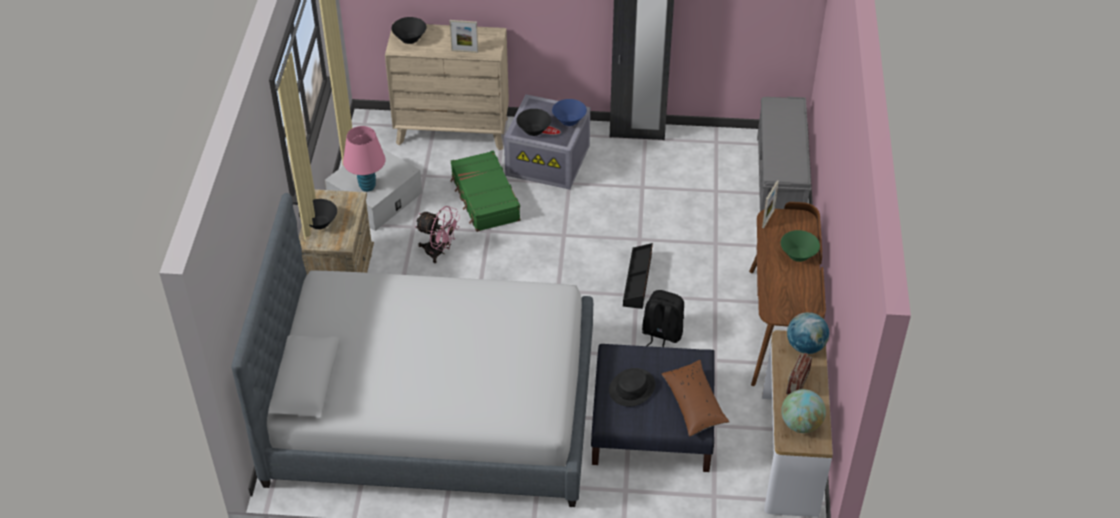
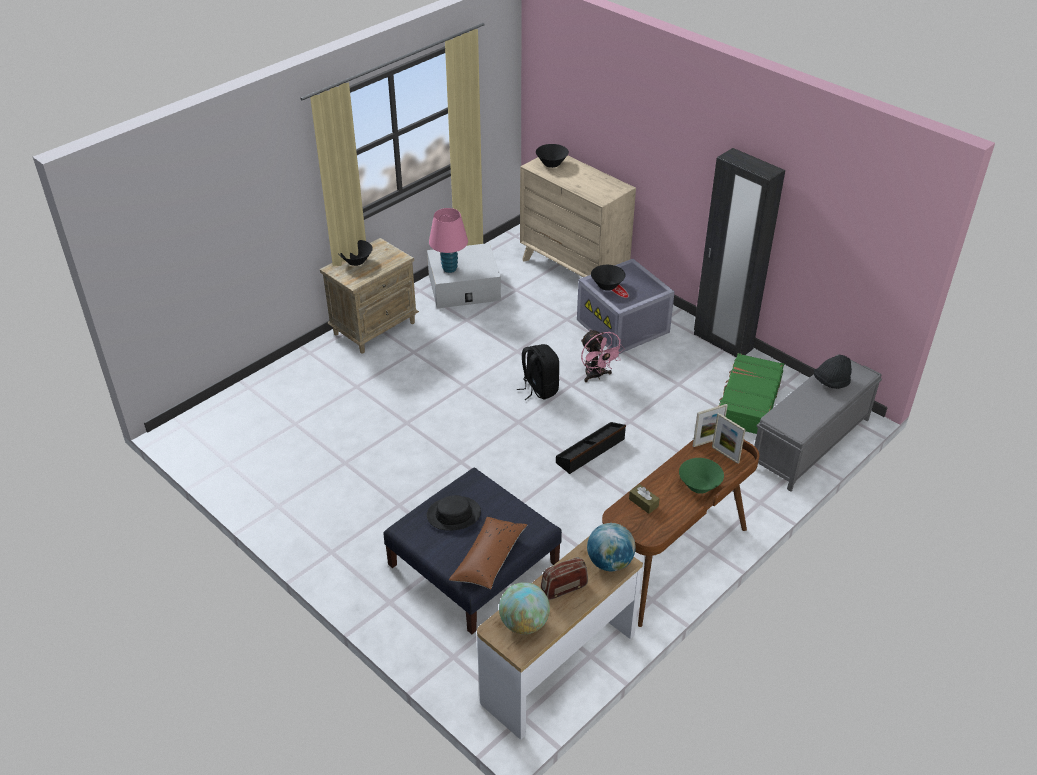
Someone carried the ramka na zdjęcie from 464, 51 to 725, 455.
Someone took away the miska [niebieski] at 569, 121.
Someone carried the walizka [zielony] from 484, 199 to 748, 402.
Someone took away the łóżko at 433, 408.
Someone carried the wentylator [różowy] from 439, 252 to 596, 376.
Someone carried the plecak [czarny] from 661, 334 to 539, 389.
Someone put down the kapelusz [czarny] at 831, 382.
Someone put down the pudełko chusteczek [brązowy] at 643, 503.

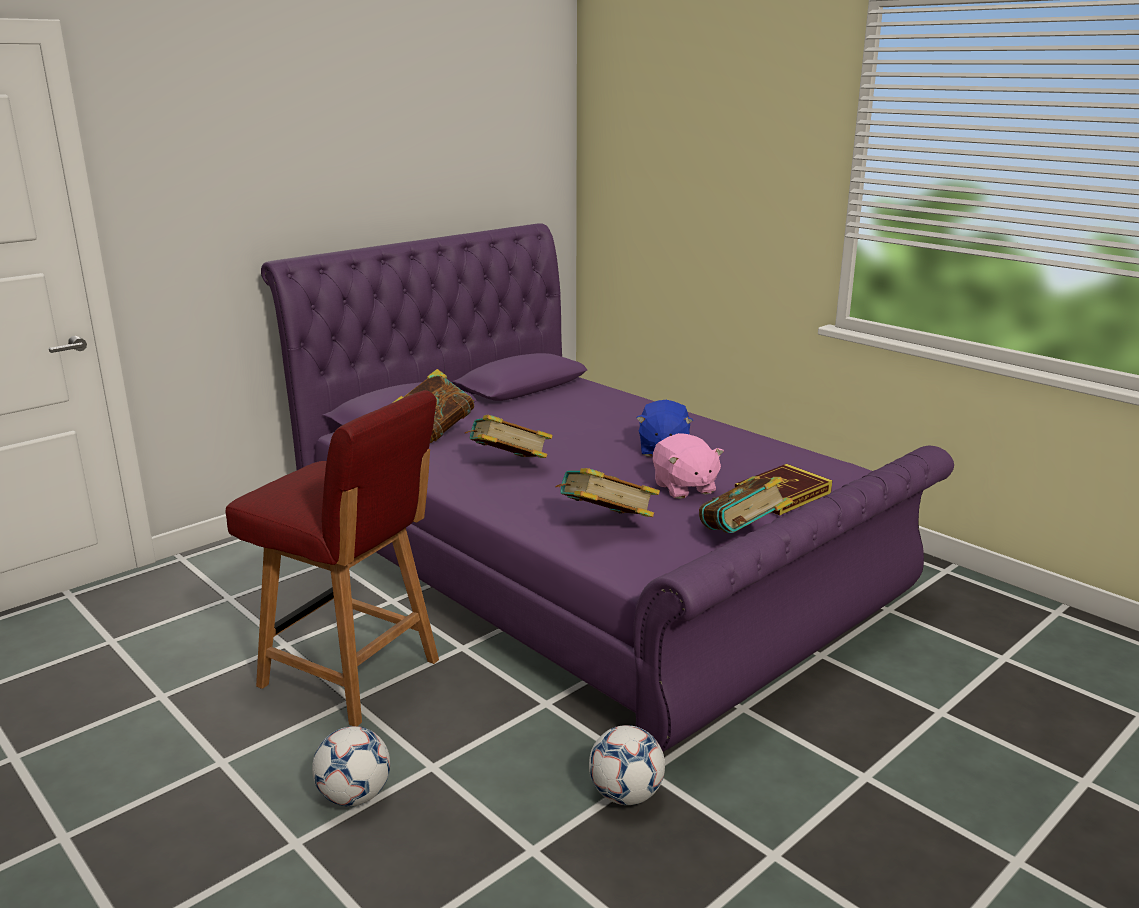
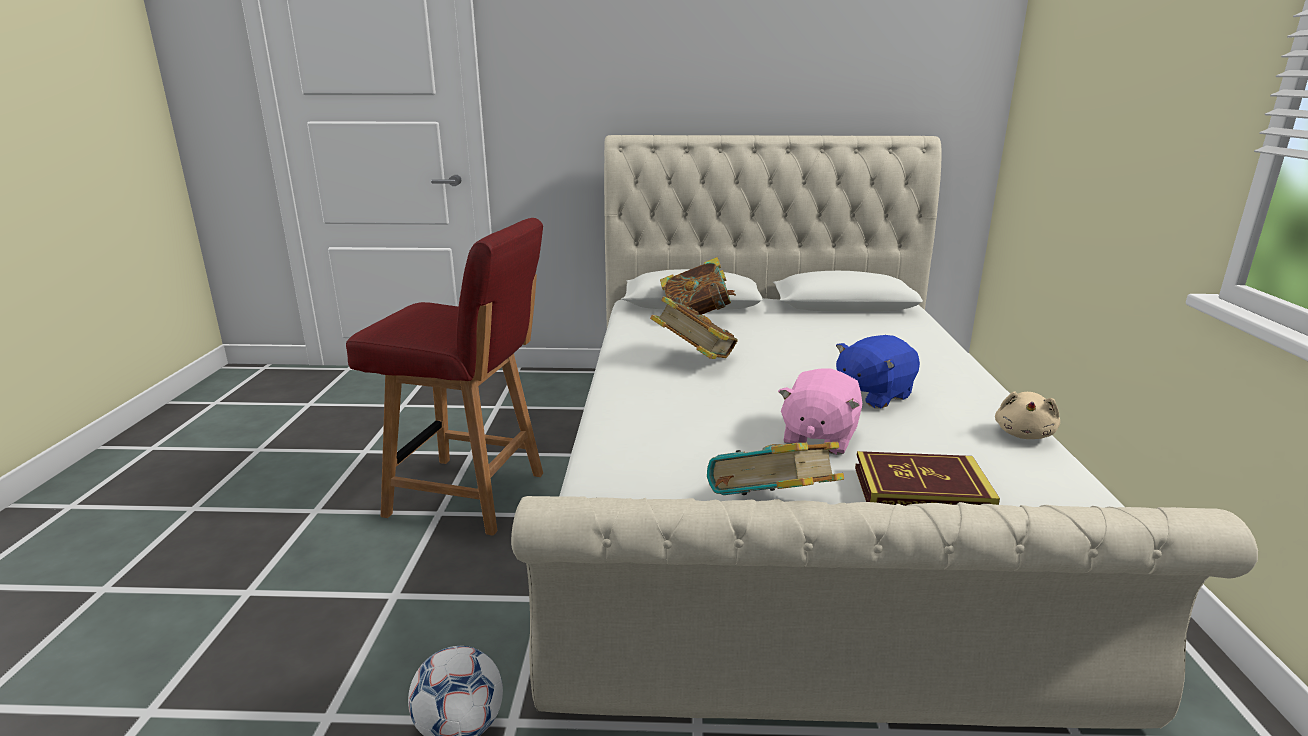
Someone repainted the łóżko [fioletowy] at 587, 558, which became the łóżko [beżowy] at 784, 492.
Someone rotated the krzesło [czerwony] at 353, 674 by 60 degrees counterclockwise.
Someone took away the książka at 605, 524.
Someone took away the piłka futbolowa at 354, 796.
Someone put down the pluszak [beżowy] at 1024, 434.

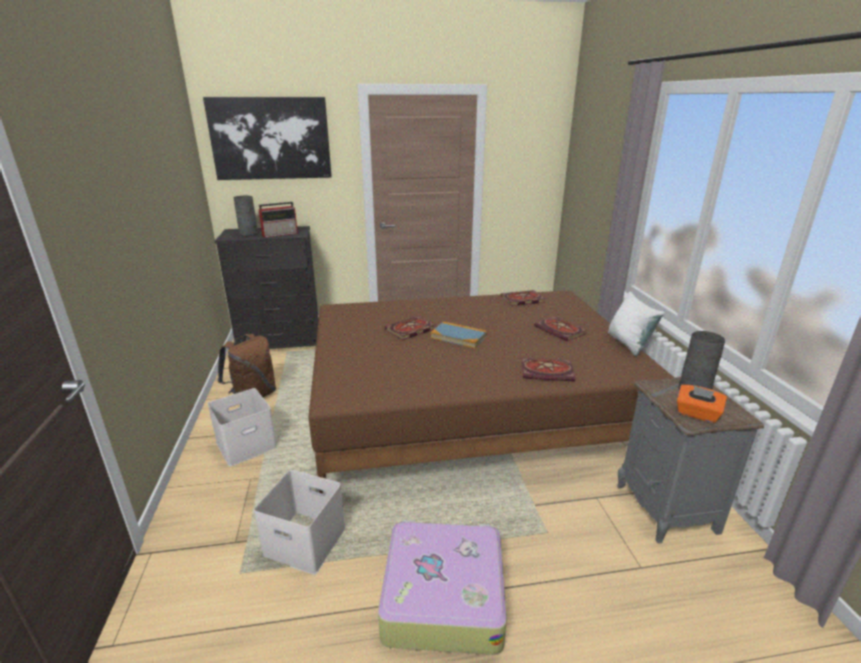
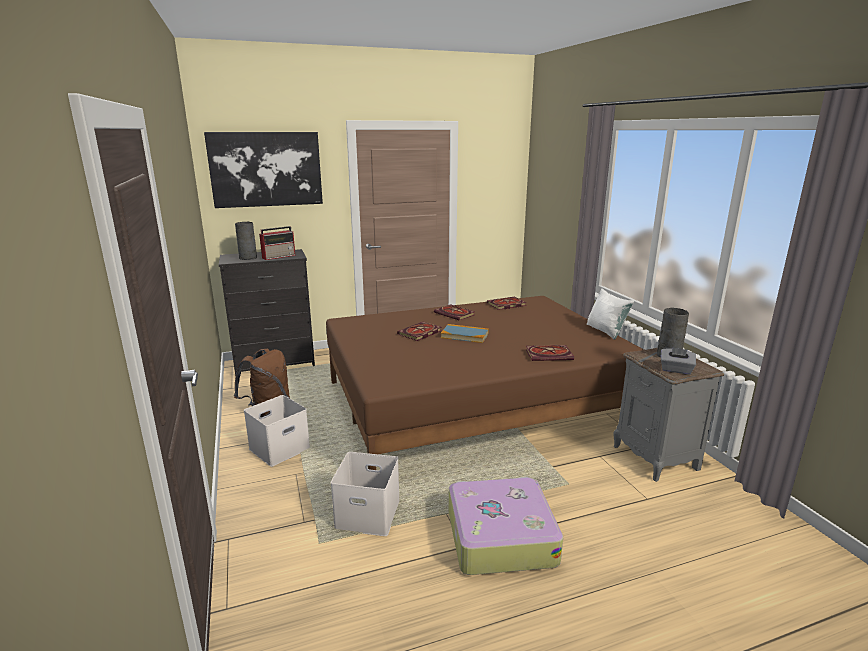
Someone carried the książka from 561, 330 to 455, 314.
Someone repainted the pudełko chusteczek [pomarańczowy] at 697, 414, which became the pudełko chusteczek [szary] at 676, 370.

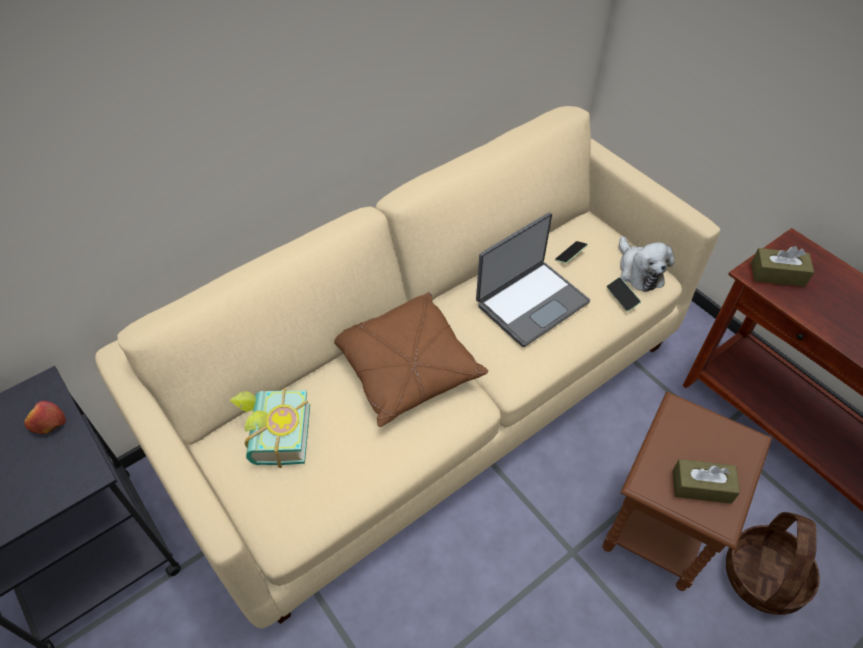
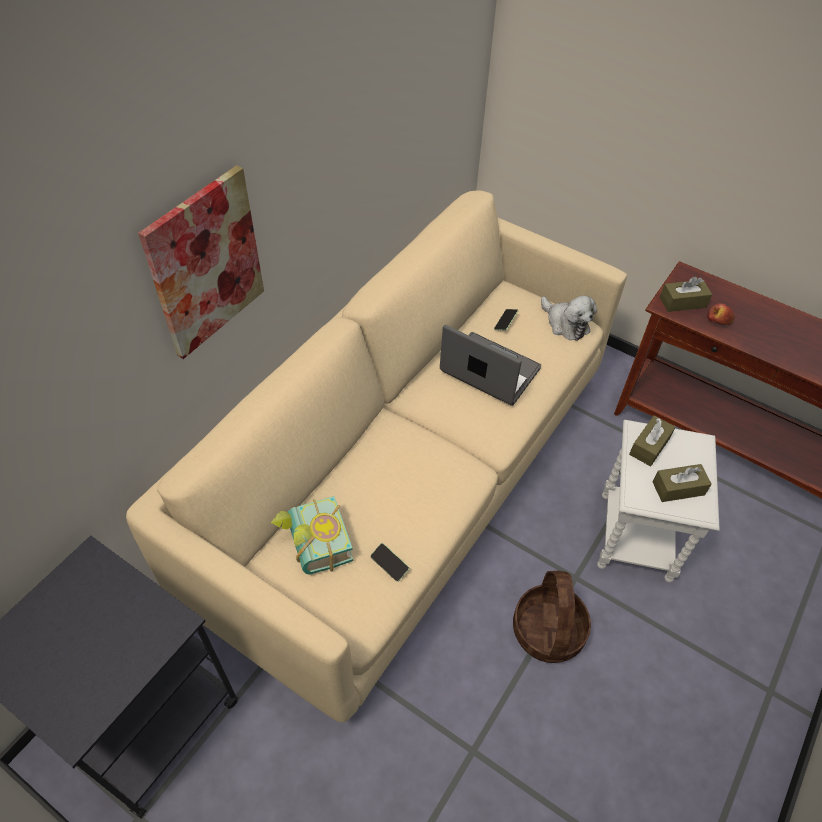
Someone rotated the laptop at 531, 302 by 90 degrees counterclockwise.
Someone carried the telefon from 622, 297 to 389, 565.
Someone took away the poduszka [brązowy] at 406, 367.
Someone repainted the stolik [brązowy] at 662, 526, which became the stolik [biały] at 638, 535.
Someone carried the jabłko from 47, 422 to 718, 320.
Someone carried the koszyk from 764, 577 to 548, 631.
Someone put up the obraz at 205, 264.
Someone put down the pudełko chusteczek [brązowy] at 649, 446.

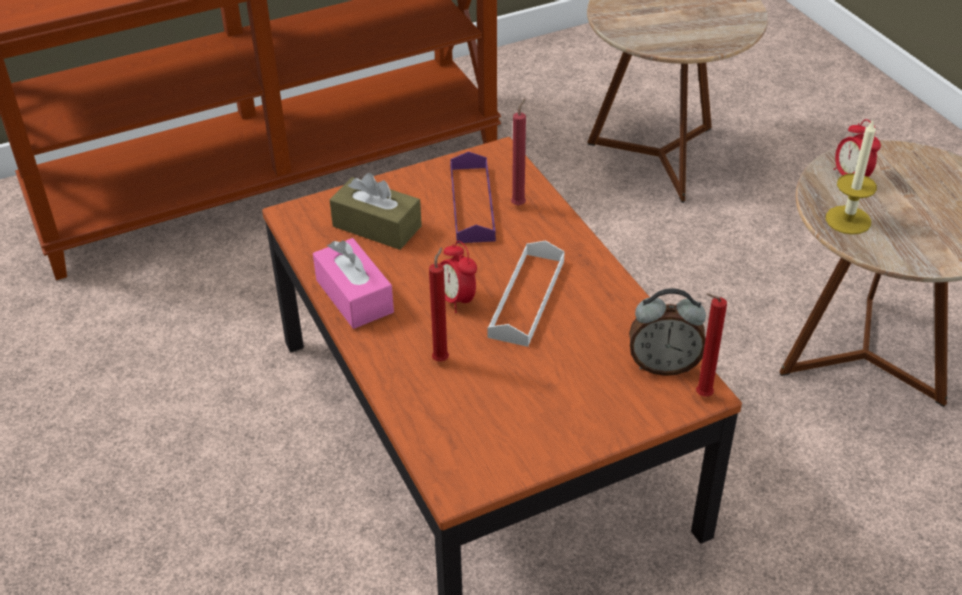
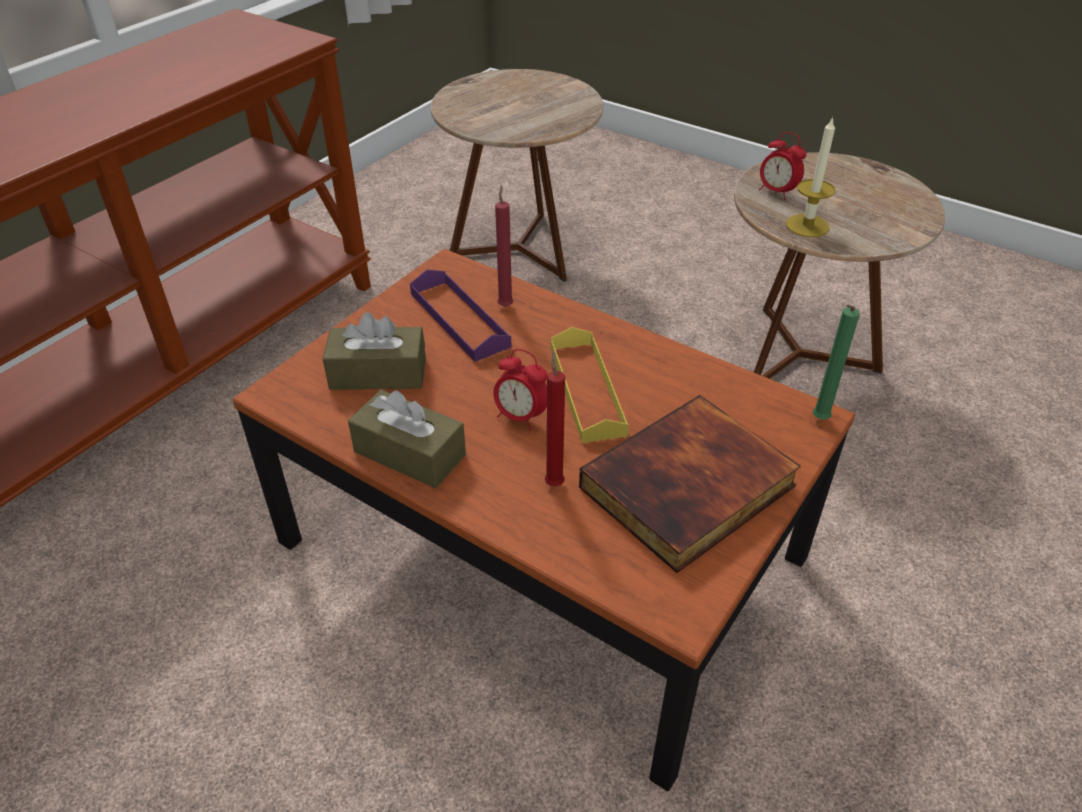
Someone repainted the pudełko chusteczek [różowy] at 354, 296, which became the pudełko chusteczek [brązowy] at 409, 453.
Someone repainted the taca [biały] at 527, 298, which became the taca [żółty] at 587, 390.
Someone took away the budzik at 663, 365.
Someone repainted the świeca [czerwony] at 701, 396, which became the świeca [zielony] at 818, 420.
Someone put down the książka at 689, 489.

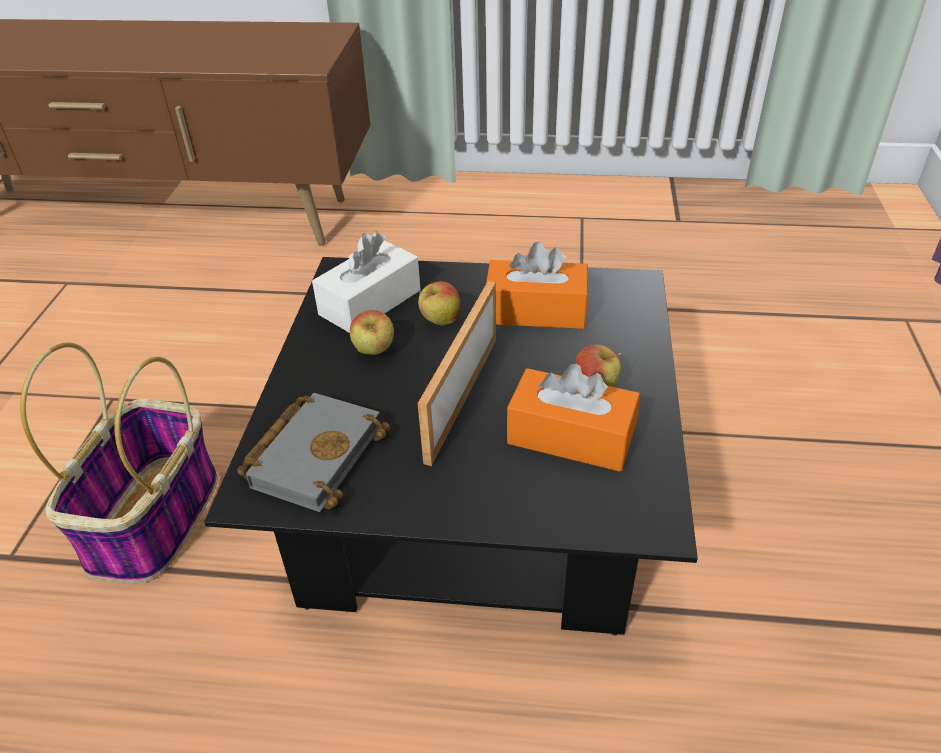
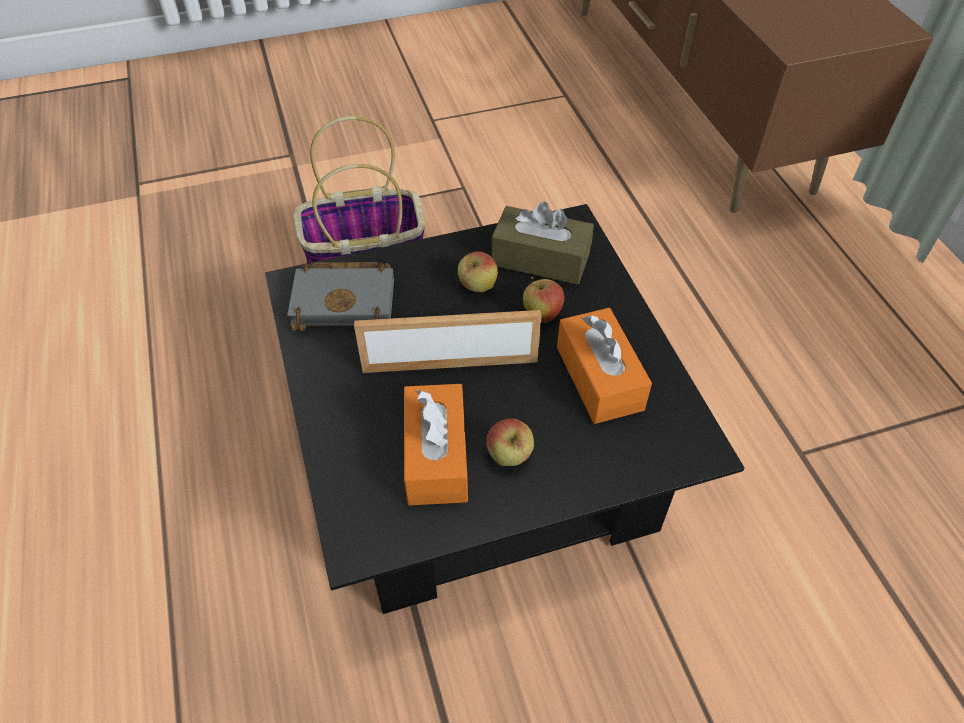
Someone repainted the pudełko chusteczek [biały] at 370, 302, which became the pudełko chusteczek [brązowy] at 540, 259.

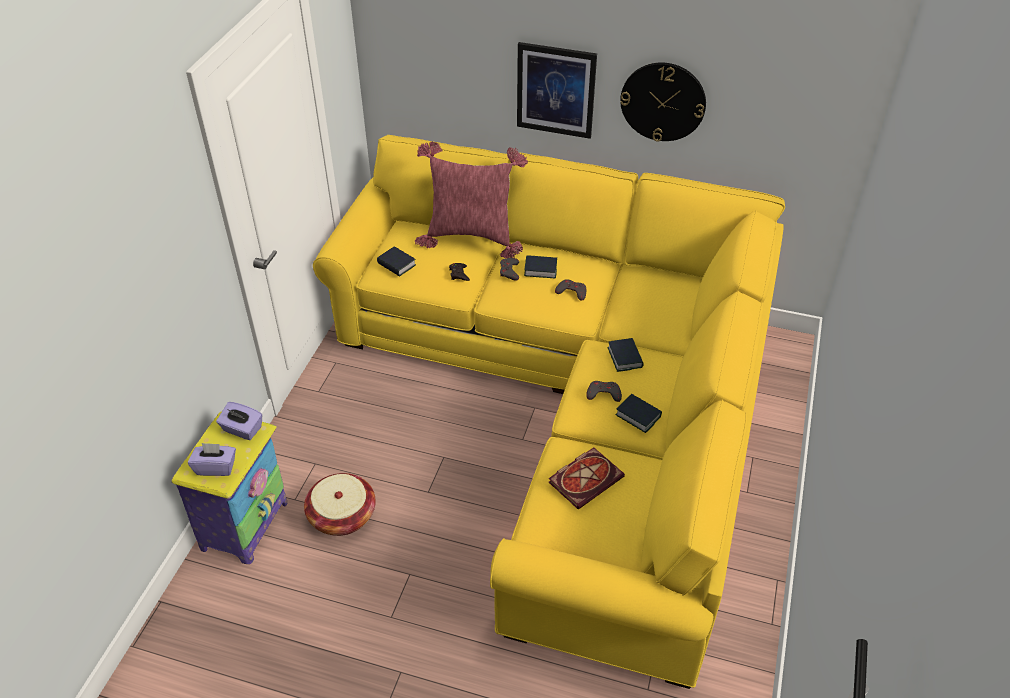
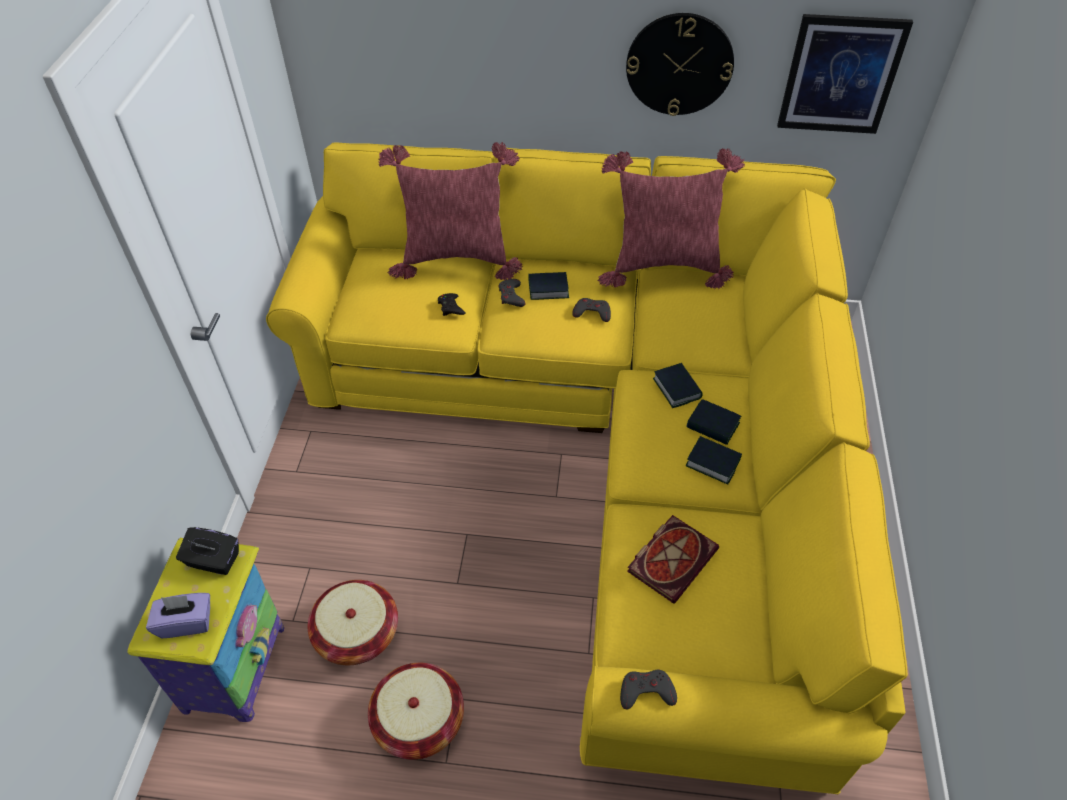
Someone carried the obraz from 556, 90 to 841, 75.
Someone carried the książka from 396, 264 to 712, 425.
Someone carried the pad do gier [szary] from 603, 394 to 646, 691.
Someone repainted the pudełko chusteczek [fioletowy] at 242, 429, which became the pudełko chusteczek [czarny] at 213, 561.
Someone put down the poduszka [czerwony] at 661, 273.
Someone put down the koszyk at 419, 720.

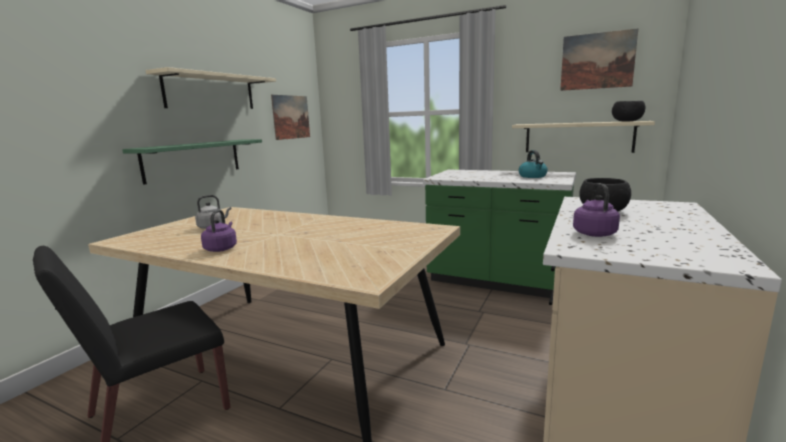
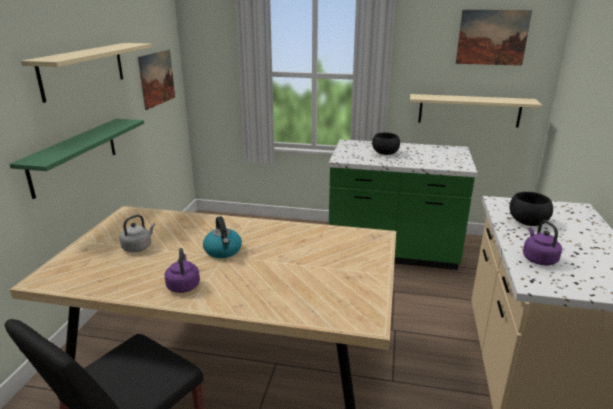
Someone carried the miska [czarny] from 627, 121 to 385, 153.
Someone carried the czajnik from 533, 176 to 223, 251.

